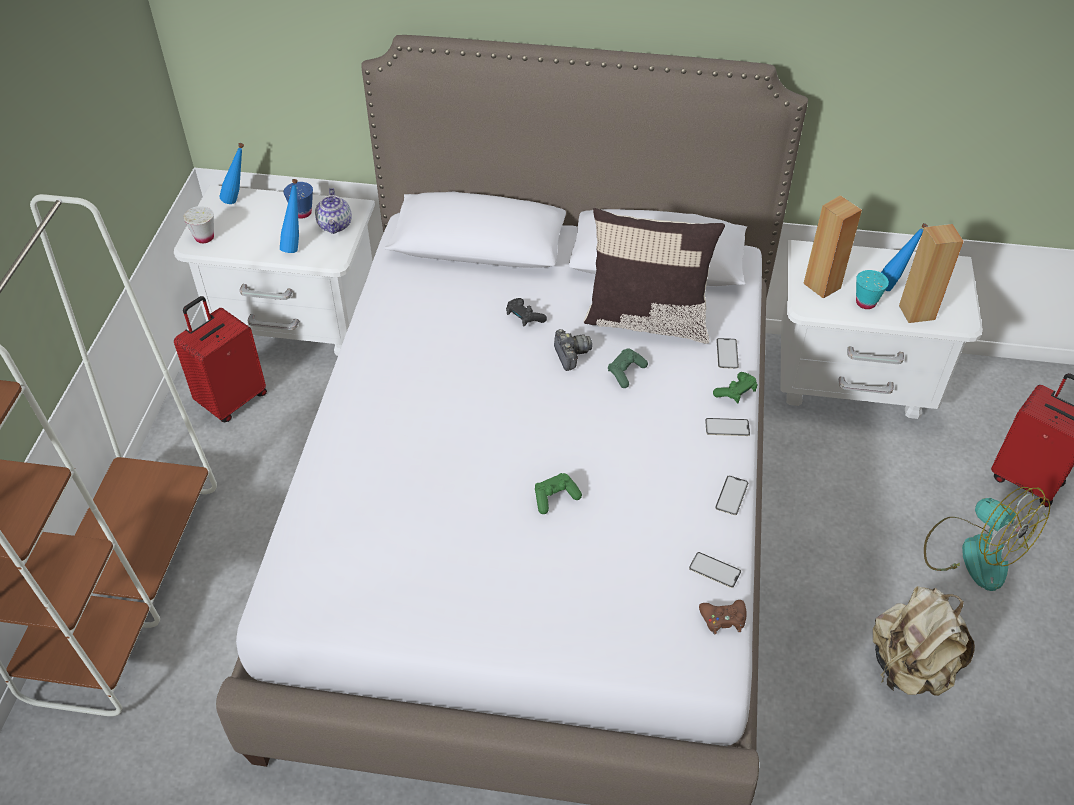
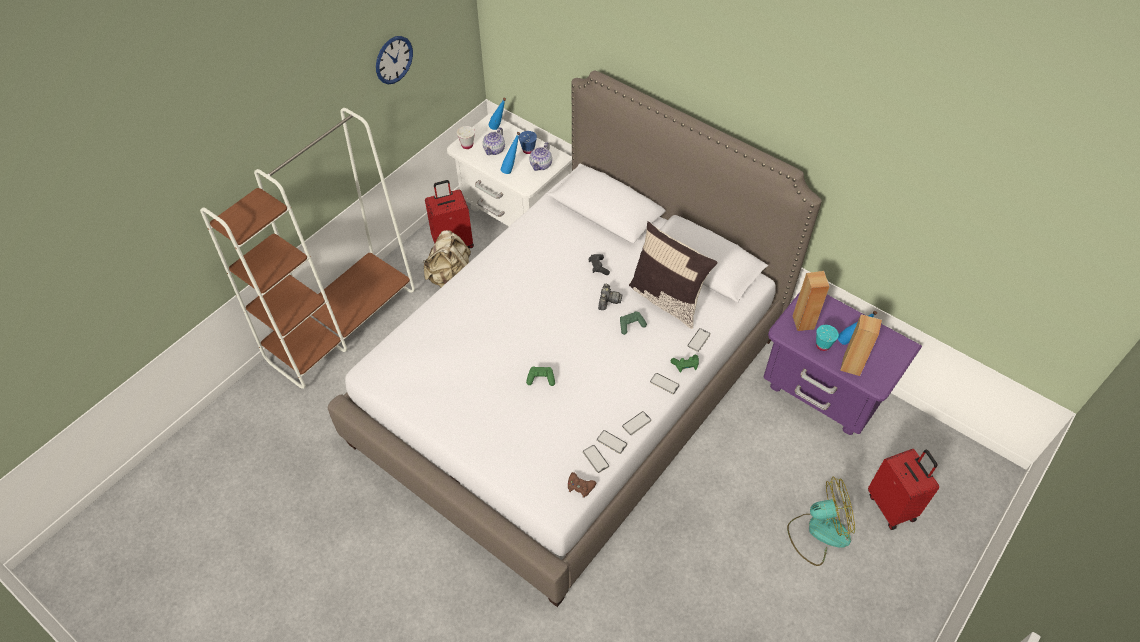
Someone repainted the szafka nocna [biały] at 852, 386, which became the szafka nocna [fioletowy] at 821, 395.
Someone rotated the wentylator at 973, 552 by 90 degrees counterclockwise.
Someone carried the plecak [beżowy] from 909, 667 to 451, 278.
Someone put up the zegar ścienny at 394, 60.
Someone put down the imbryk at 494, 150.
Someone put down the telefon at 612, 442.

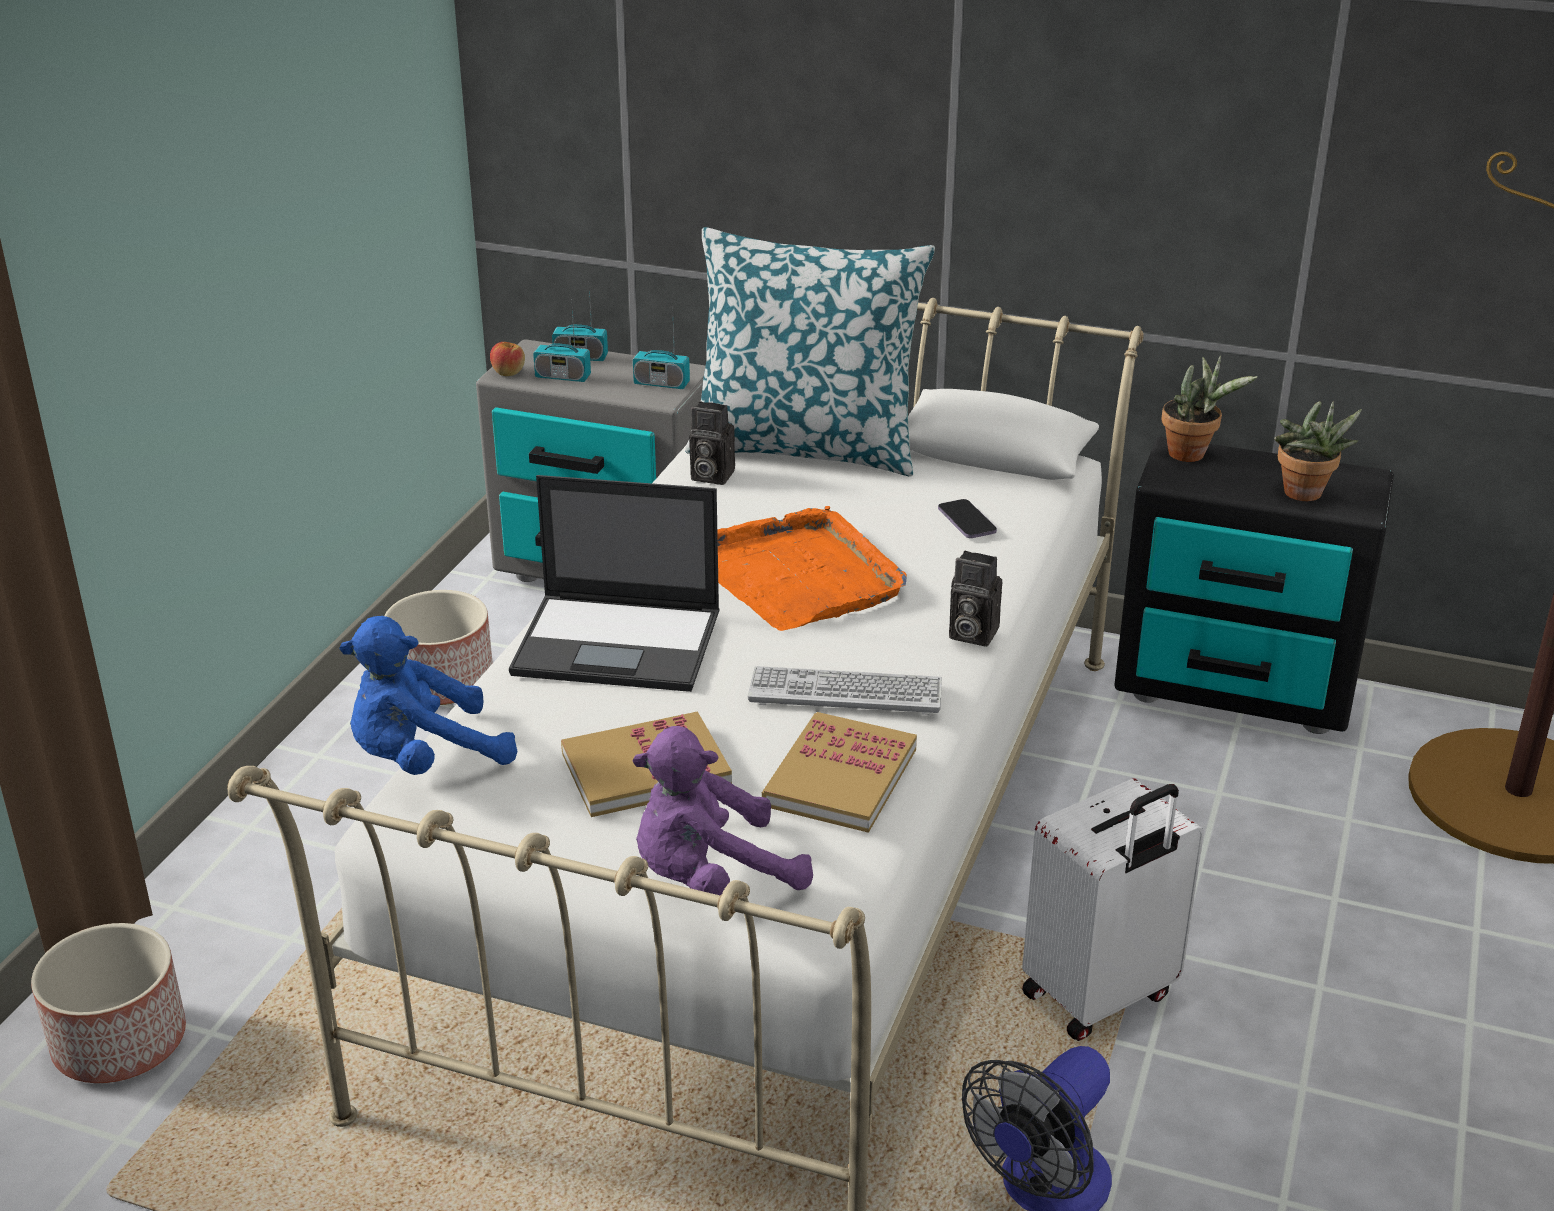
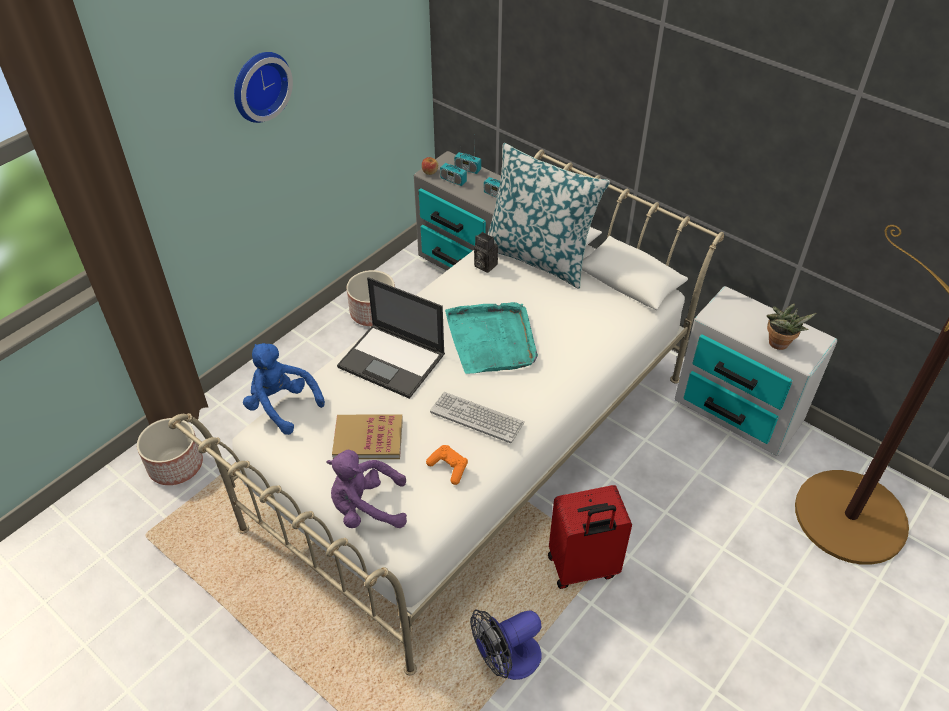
Someone took away the roślina doniczkowa at 1192, 455.
Someone repainted the szafka nocna [czarny] at 1233, 698, which became the szafka nocna [biały] at 735, 417.
Someone took away the telefon at 966, 521.
Someone repainted the taca [pomarańczowy] at 798, 576, which became the taca [turkusowy] at 492, 340.
Someone took away the aparat fotograficzny at 970, 634.
Someone rotated the pluszak [niebieski] at 424, 759 by 45 degrees clockwise.
Someone swapped the książka at 840, 777 for the pad do gier [pomarańczowy] at 449, 468.
Someone repainted the walizka [biały] at 1100, 997, which became the walizka [czerwony] at 582, 568.
Someone put up the zegar ścienny at 258, 85.

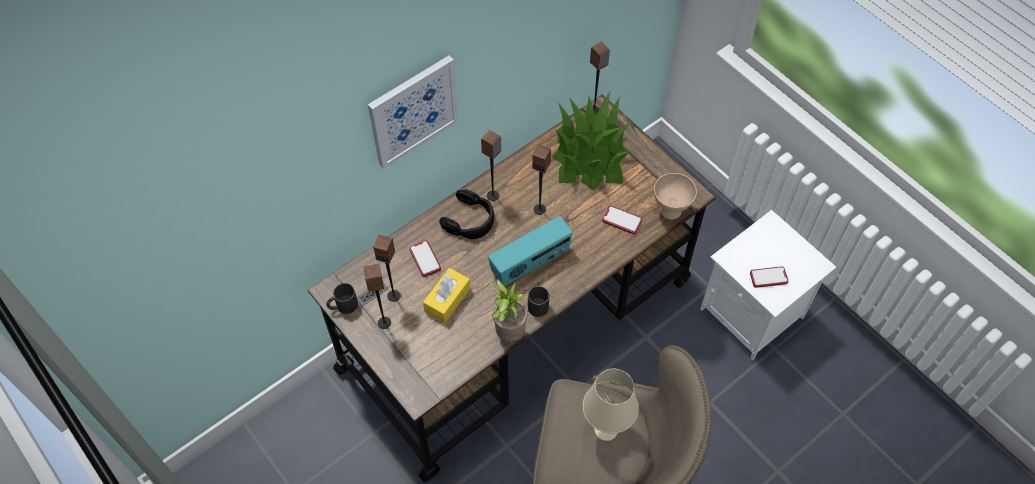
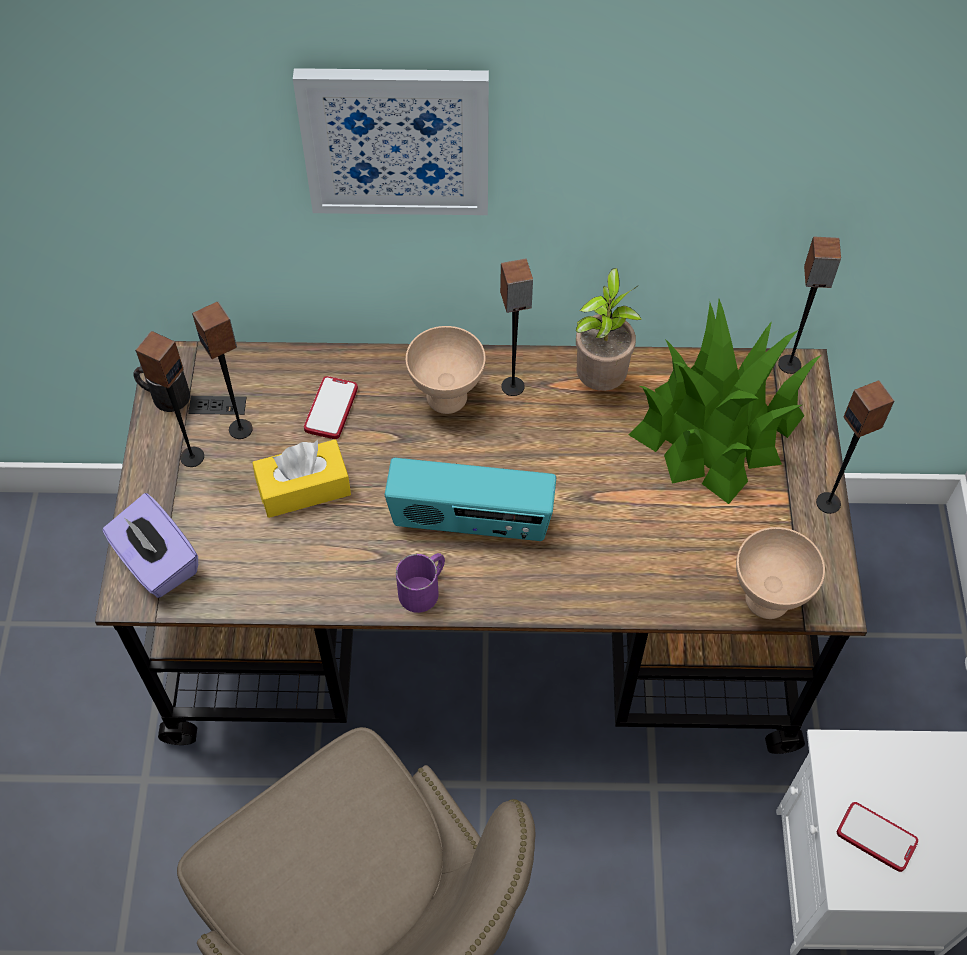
Someone carried the głośnik from 540, 209 to 829, 503.
Someone swapped the słuchawki [czarny] at 470, 220 for the miska [beżowy] at 446, 398.
Someone took away the telefon at 621, 220.
Someone carried the roślina doniczkowa from 509, 332 to 601, 380.
Someone repainted the kubek [czarny] at 538, 303, which became the kubek [fioletowy] at 424, 588.
Someone took away the lampa stołowa [beżowy] at 606, 429.
Someone put down the pudełko chusteczek [fioletowy] at 157, 562.

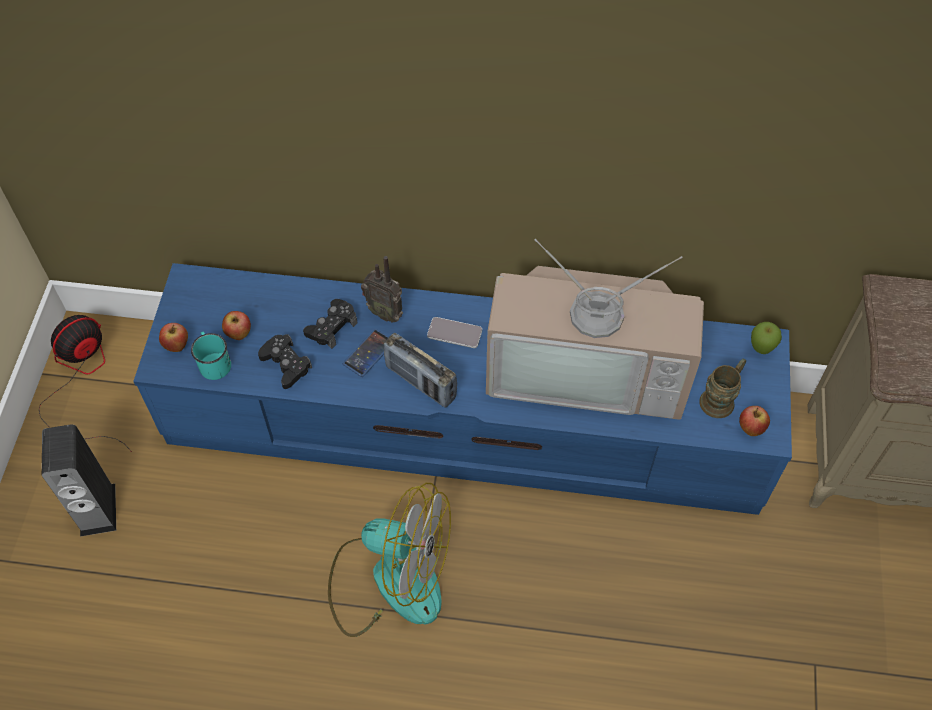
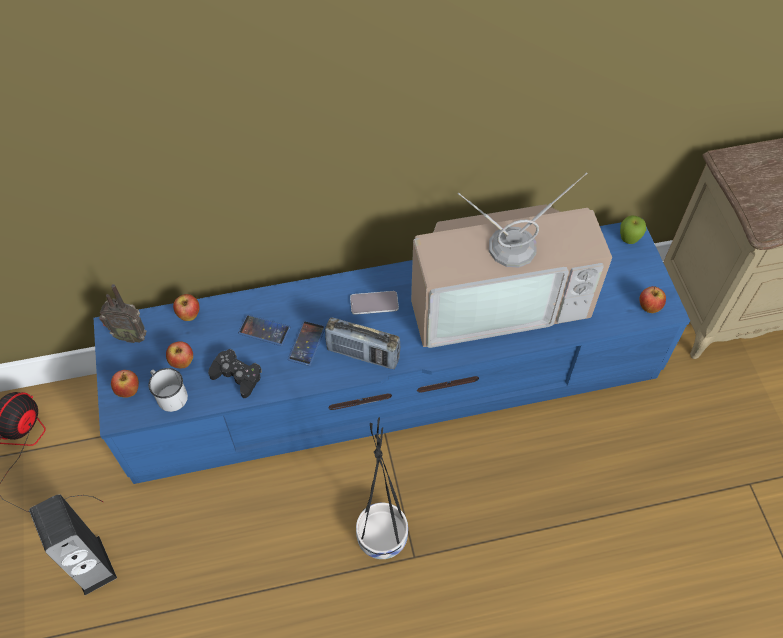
Someone carried the radio from 385, 312 to 130, 335.
Someone swapped the pad do gier [czarny] at 332, 327 for the telefon at 264, 330.
Someone repainted the kubek [turkusowy] at 213, 362, which became the kubek [biały] at 169, 395.
Someone took away the kubek [brązowy] at 721, 398.
Someone swapped the wentylator at 389, 579 for the donica [czarny] at 382, 534.
Someone put down the jabłko at 189, 315.

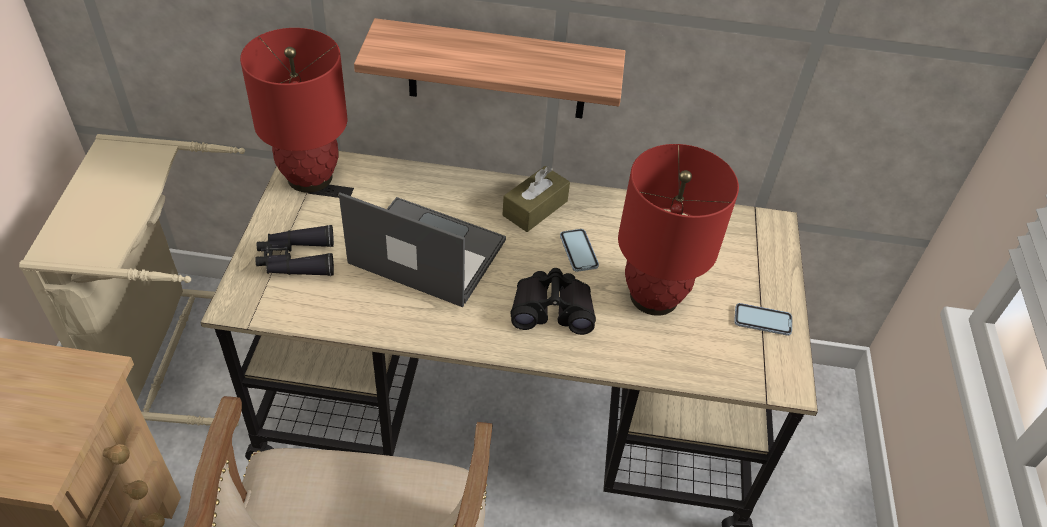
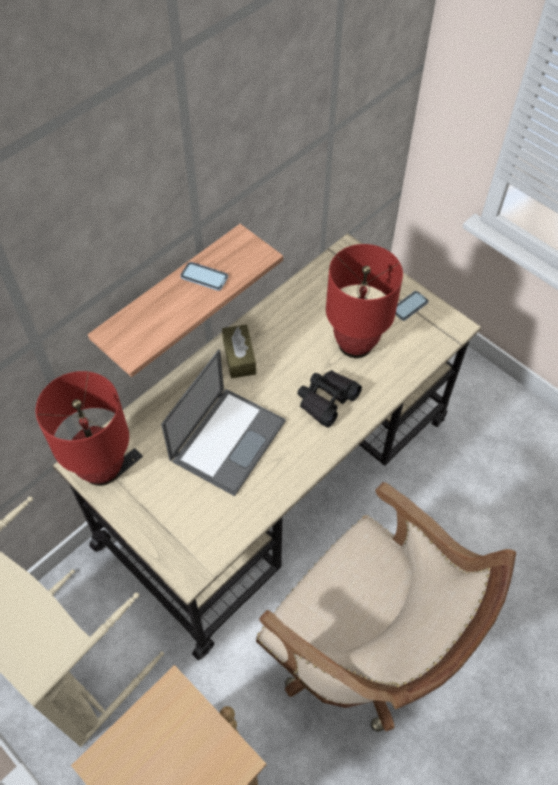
Someone rotated the laptop at 425, 252 by 150 degrees clockwise.
Someone took away the lornetka [czarny] at 296, 260.
Someone carried the telefon from 578, 251 to 204, 277.

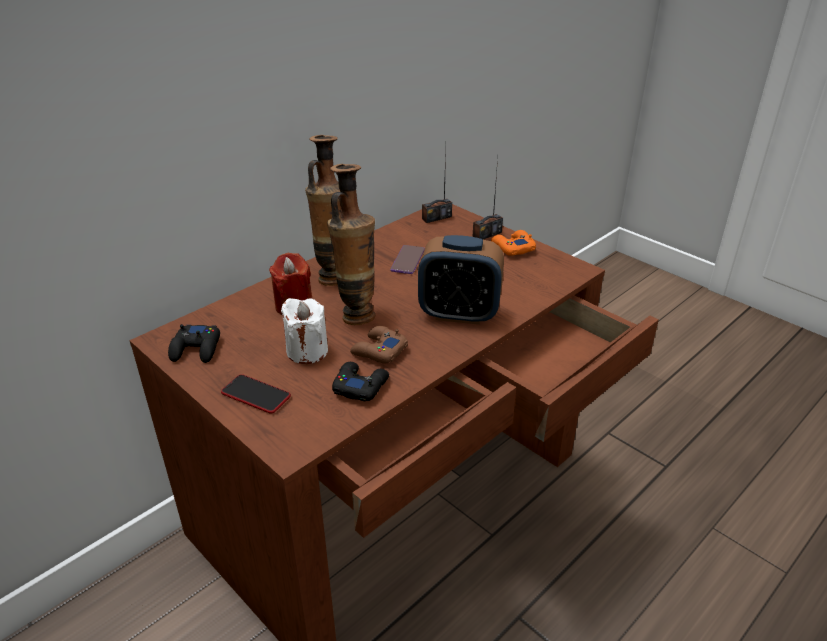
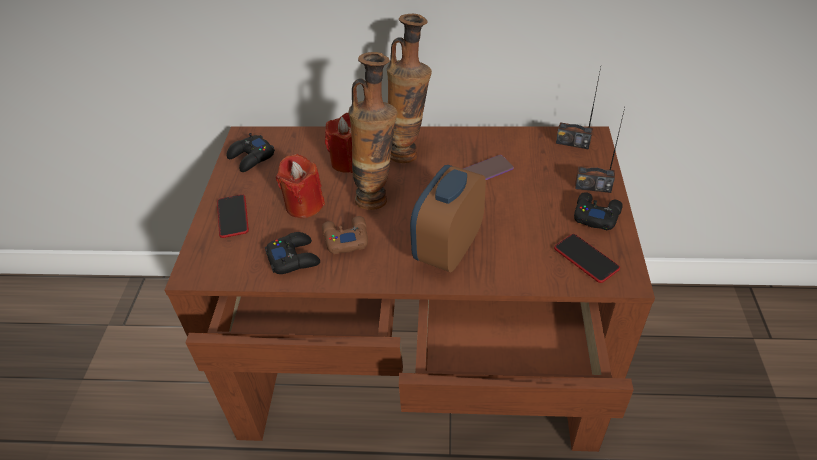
Someone repainted the pad do gier [pomarańczowy] at 512, 248, which became the pad do gier [czarny] at 596, 215.
Someone rotated the budzik at 459, 314 by 60 degrees clockwise.
Someone repainted the świeca [biały] at 307, 351, which became the świeca [czerwony] at 304, 205.
Someone put down the telefon at 586, 259.

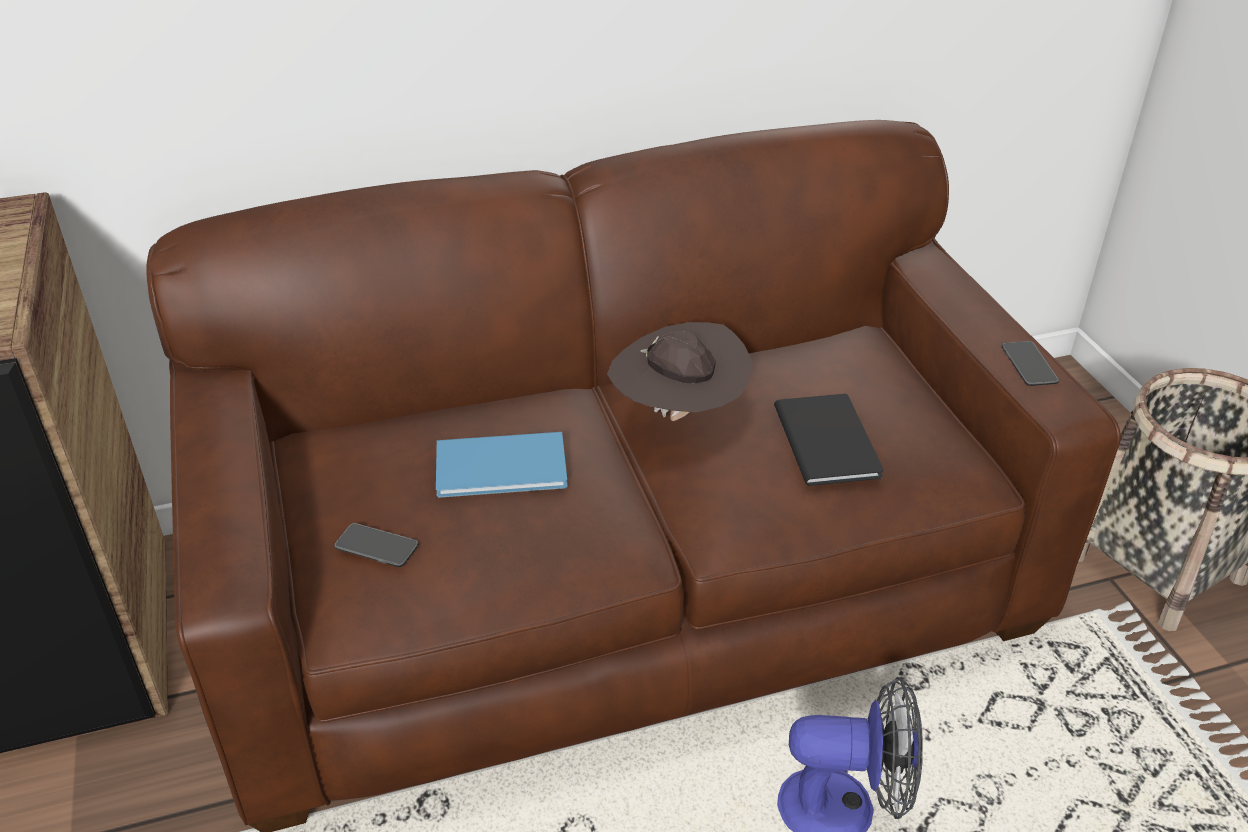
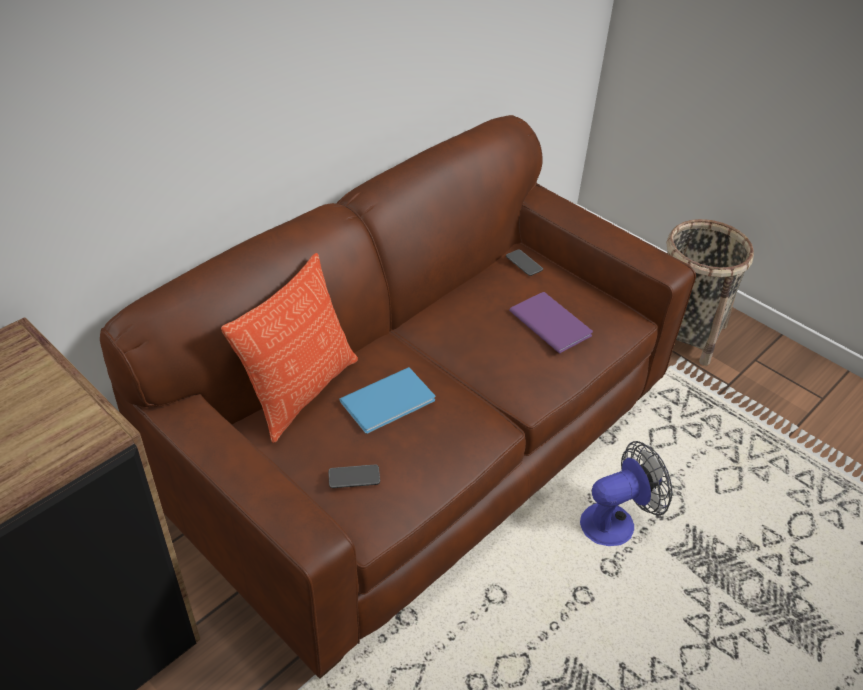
Someone took away the kapelusz [brązowy] at 679, 414.
Someone carried the telefon from 1029, 365 to 524, 263.
Someone repainted the książka [czarny] at 829, 439, which became the książka [fioletowy] at 550, 321.
Someone put down the poduszka [pomarańczowy] at 301, 392.

